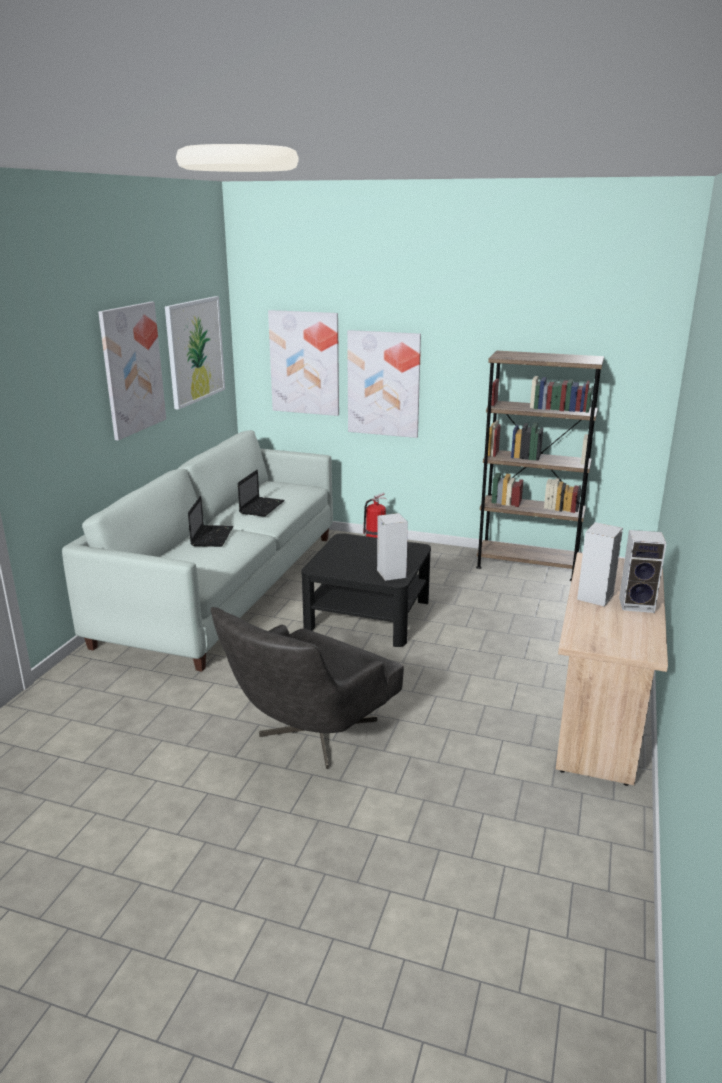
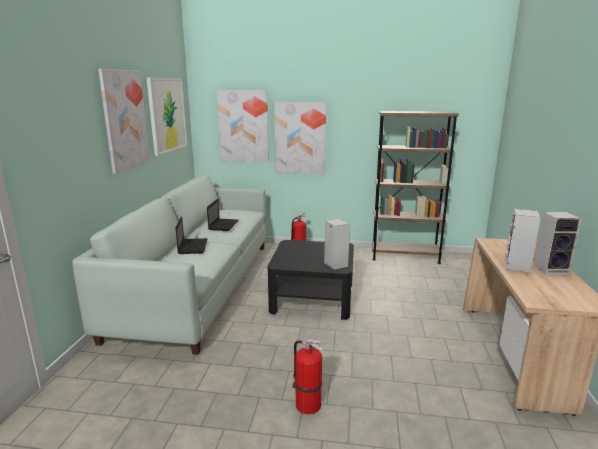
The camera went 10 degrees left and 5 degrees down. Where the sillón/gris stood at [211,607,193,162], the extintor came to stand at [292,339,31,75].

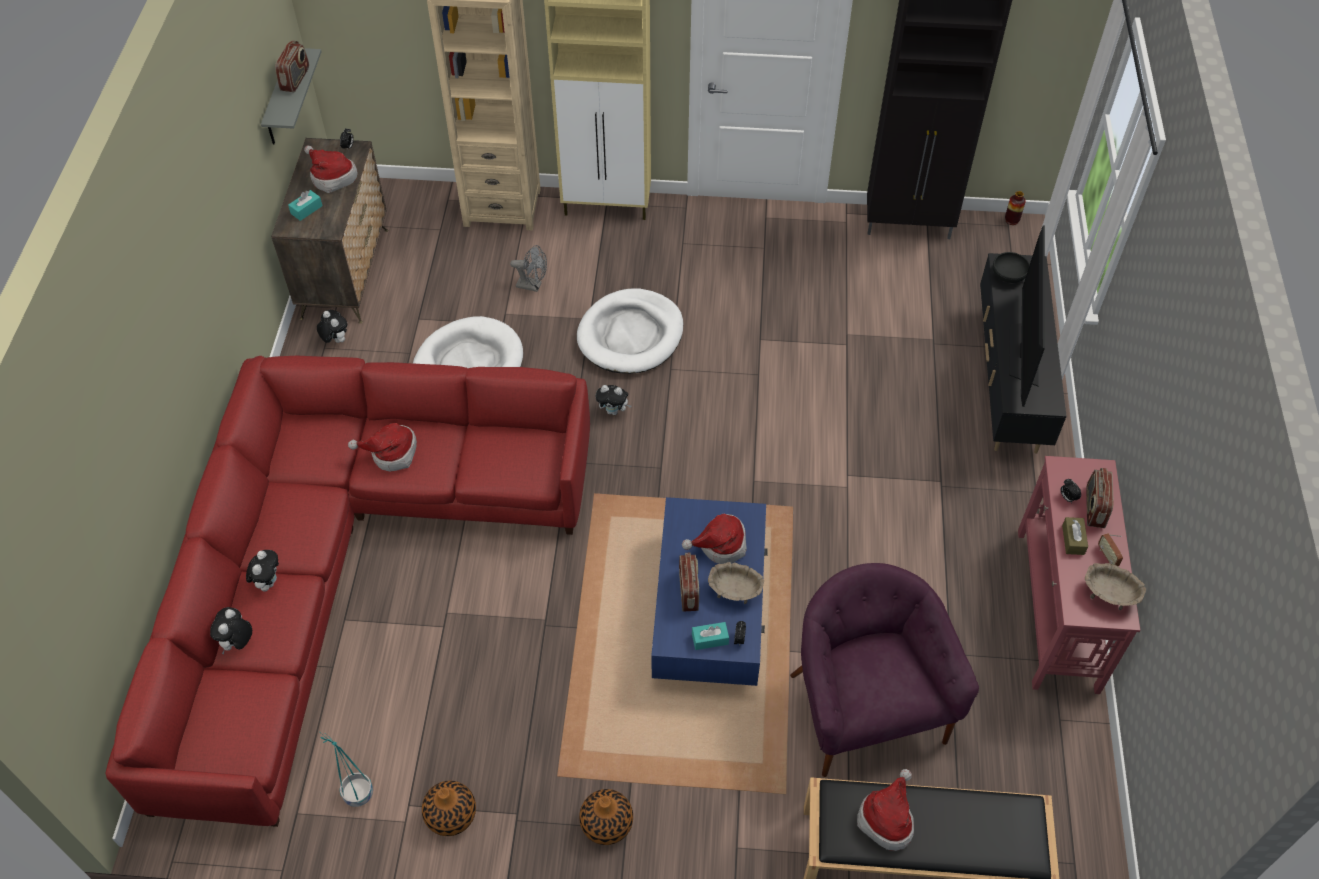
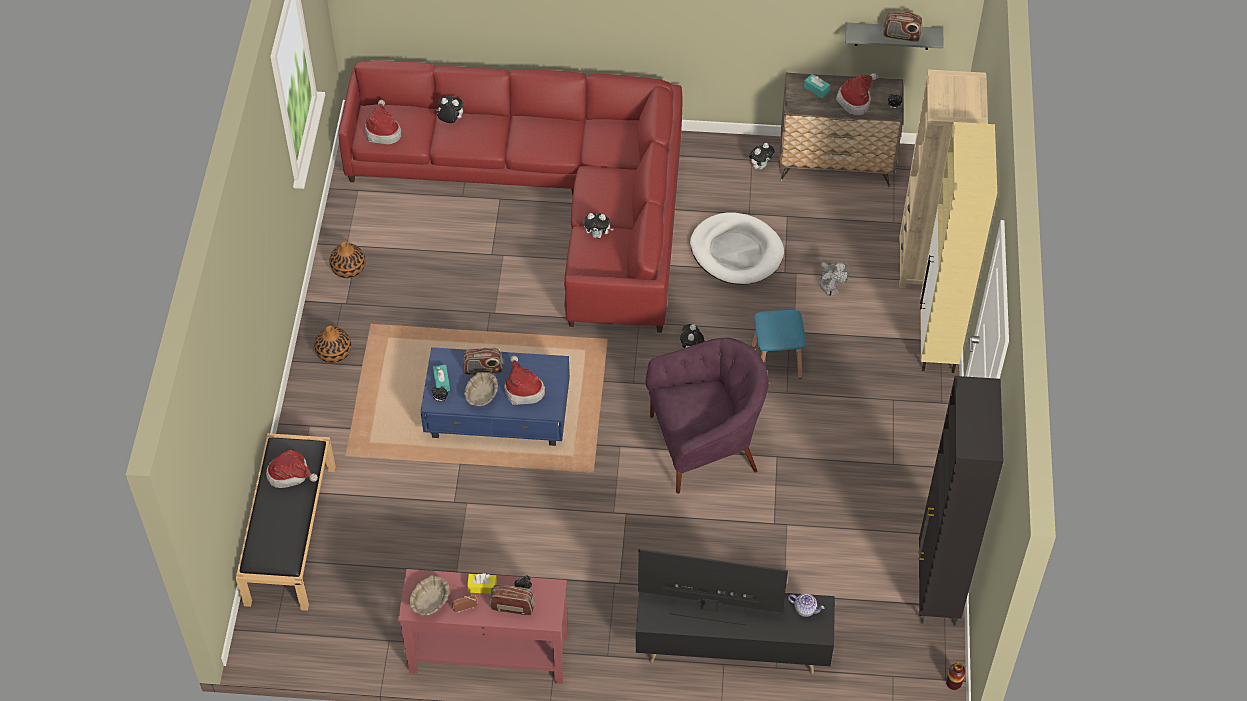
The camera went 90 degrees right and 0 degrees up. The sombrero ended up elsewhere, having gone from [348,423,69,48] to [365,100,36,44]. What was the caja de pañuelos/marrón at [1062,517,26,38] turned into the caja de pañuelos/amarillo at [467,573,30,21]. The peluche ended up elsewhere, having gone from [246,550,33,42] to [584,213,29,25]. The sillón/morado ended up elsewhere, having gone from [790,563,189,214] to [646,337,122,157]. Where the cama para perro/blanco stood at [577,288,107,86], the taburete/azul came to stand at [752,310,54,69]. Where the cuenco/negro stood at [993,252,37,31], the tetera came to stand at [788,593,36,24]. The ventilador/gris at [510,245,37,47] ended up facing another way, 45 degrees counterclockwise from before. The second view lost the maceta/turquesa at [320,732,53,75].

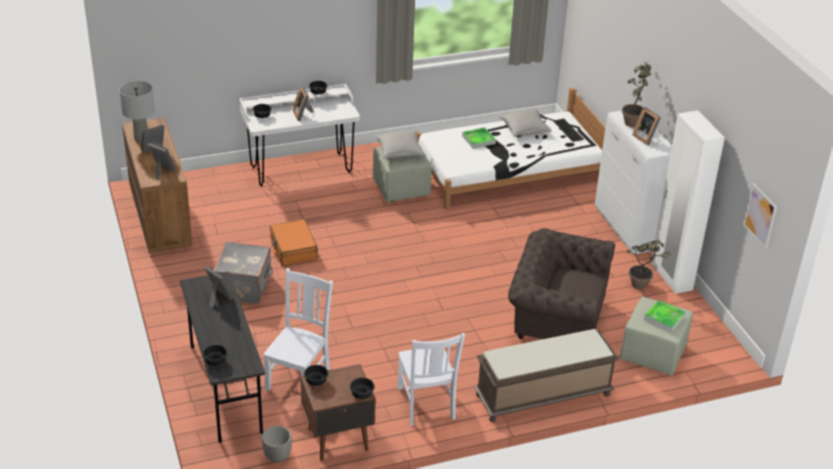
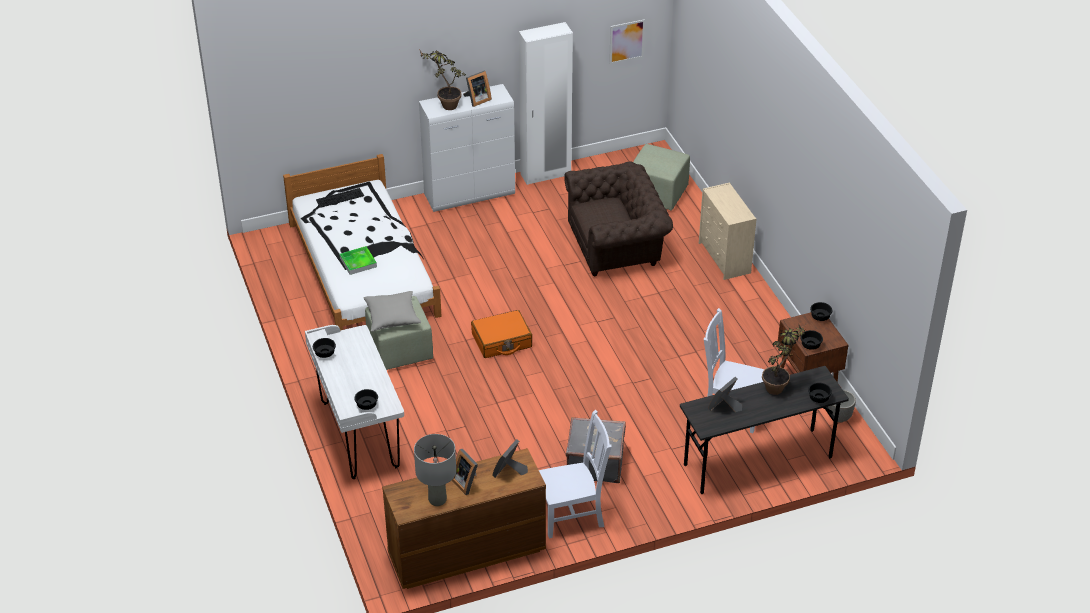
The camera went 90 degrees left and 5 degrees up. The maleta/naranja ended up elsewhere, having gone from [270,219,48,47] to [471,310,61,48]. The silla/blanco ended up elsewhere, having gone from [397,333,68,93] to [539,410,73,128]. The sillón/marrón at [508,228,107,111] ended up facing another way, 120 degrees counterclockwise from before. Where the banco/marrón stood at [474,329,145,93], the cómoda/beis came to stand at [699,182,58,98]. The planta en maceta ended up elsewhere, having gone from [627,241,44,48] to [762,323,44,72]. The second view lost the portarretratos at [293,86,20,35]. The second view lost the cojín/gris at [499,109,53,28]. The second view lost the bandeja at [644,300,42,32].

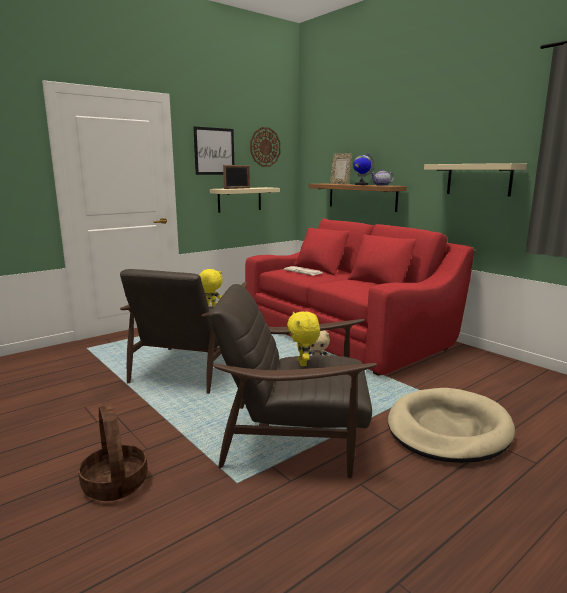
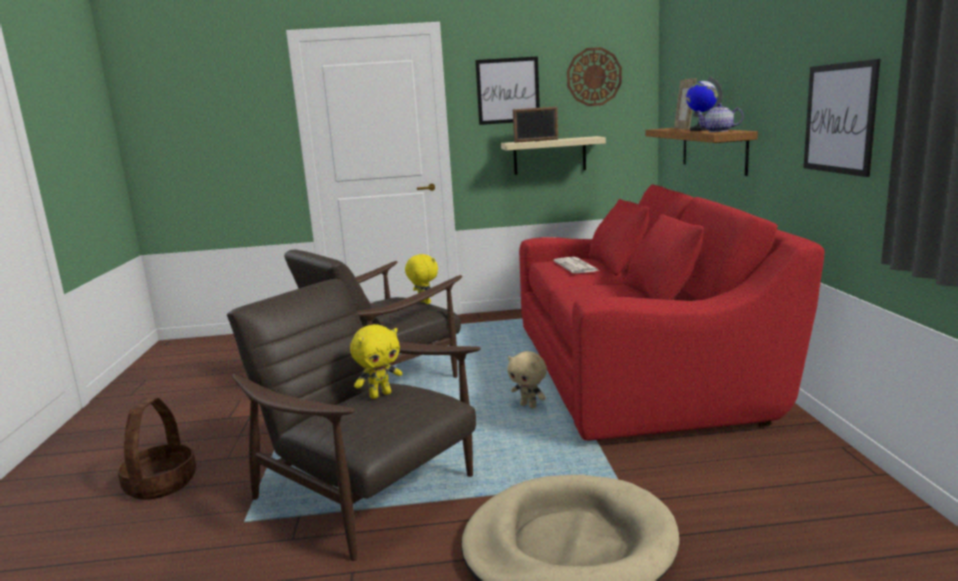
The camera went 35 degrees right and 0 degrees up. The peluche/amarillo at [287,311,33,55] ended up facing another way, 150 degrees counterclockwise from before. Where the estante/beis hung at [424,163,103,34], the cuadro came to hang at [804,59,76,118].

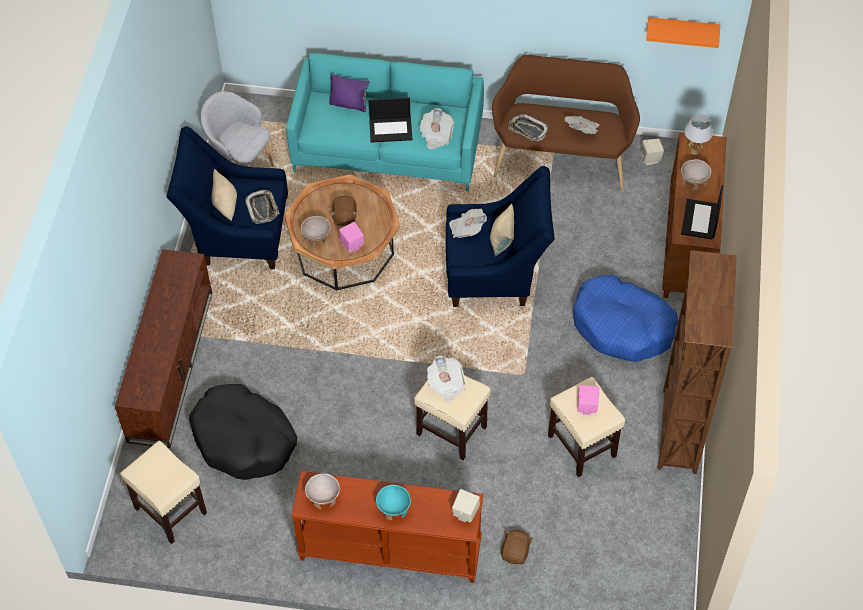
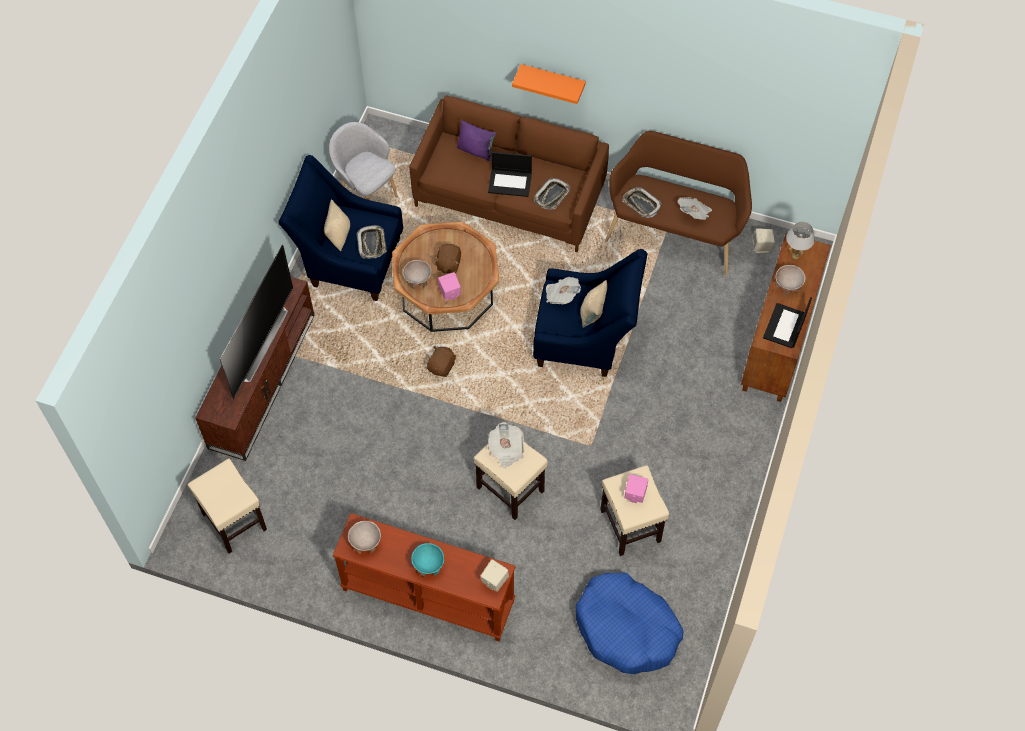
The camera went 10 degrees right and 5 degrees up. The second view gained the televisor at [220,245,73,154]. What was the sofá/turquesa at [286,53,198,138] turned into the sofá/marrón at [409,96,200,156]. The peluche/marrón ended up elsewhere, having gone from [501,530,32,34] to [427,346,29,31]. The estante/naranja ended up elsewhere, having gone from [646,17,74,31] to [512,64,74,40]. Where the periódico stood at [419,108,35,41], the bandeja came to stand at [534,178,36,31]. The cama para perro/azul ended up elsewhere, having gone from [573,275,105,87] to [576,573,107,101]. The second view lost the cama para perro/negro at [189,384,108,96]. The second view lost the estantería/marrón at [657,250,80,224].

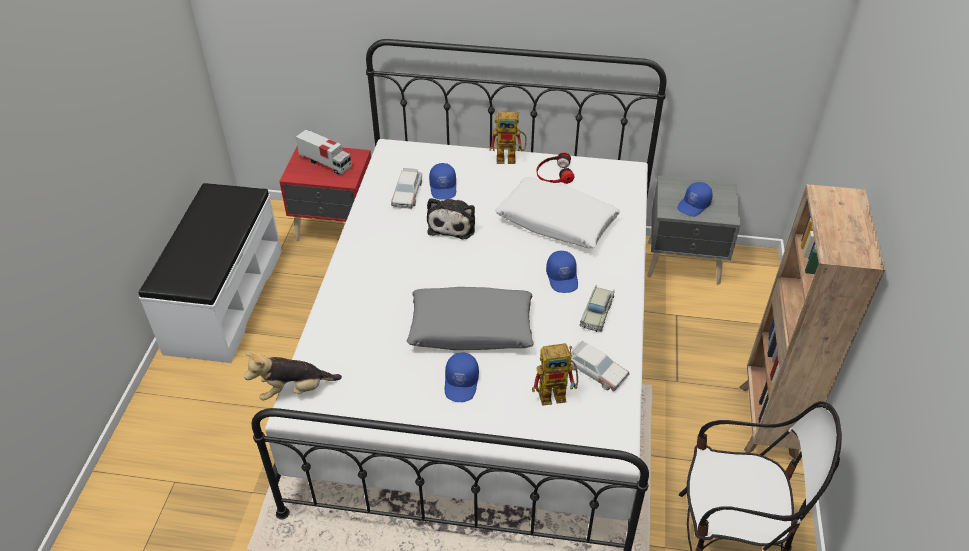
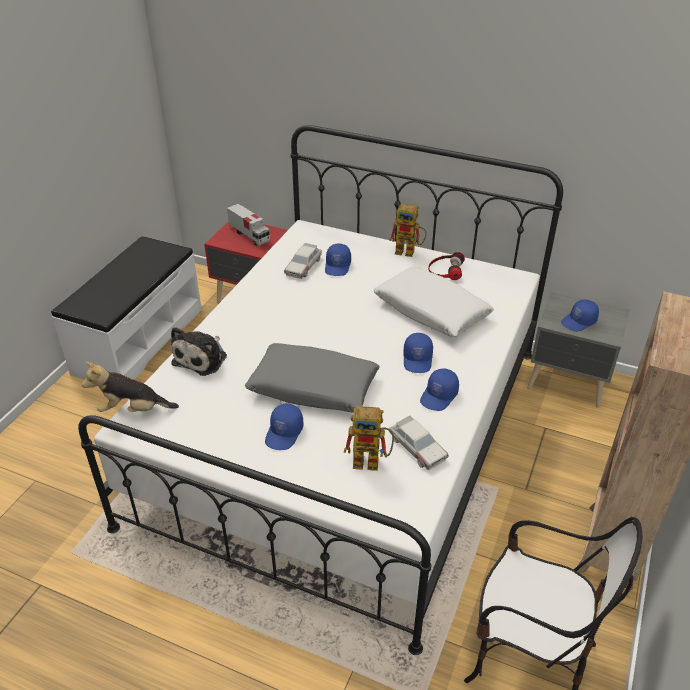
The camera went 15 degrees right and 5 degrees down. The peluche ended up elsewhere, having gone from [427,198,48,42] to [171,327,56,49]. Where the coche de juguete/beis stood at [580,285,35,47], the gorra/azul came to stand at [420,369,39,42].

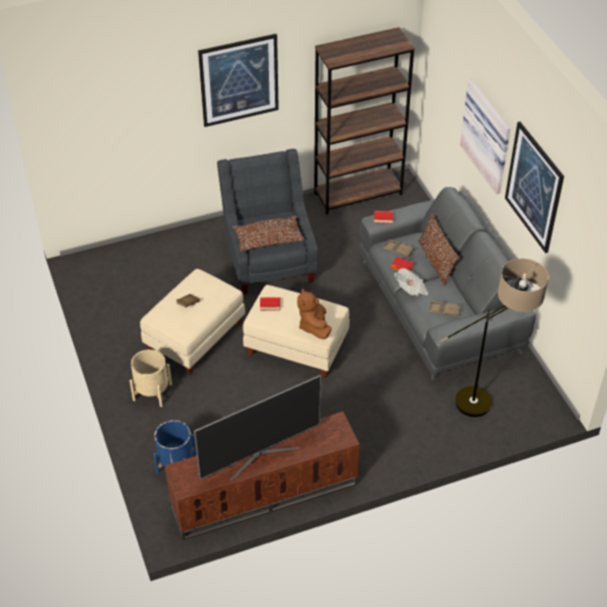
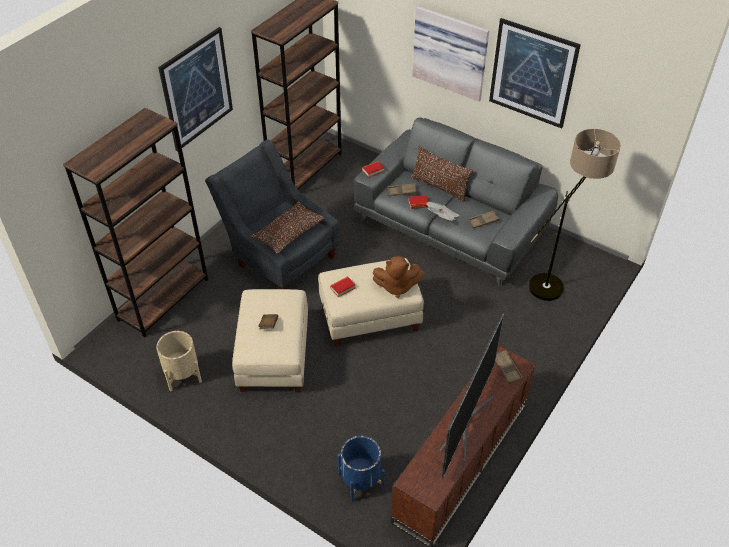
The camera went 35 degrees left and 0 degrees up. The second view gained the estantería/marrón at [63,108,145,230]. The maceta/beis ended up elsewhere, having gone from [130,349,42,58] to [156,331,46,60]. The peluche/marrón at [297,288,35,51] ended up facing another way, 45 degrees counterclockwise from before. The second view gained the bandeja/marrón at [495,350,28,34].

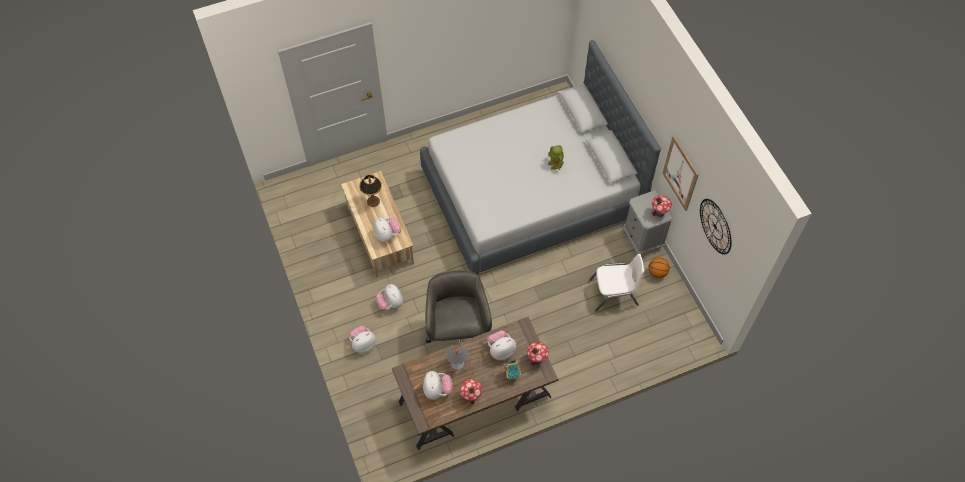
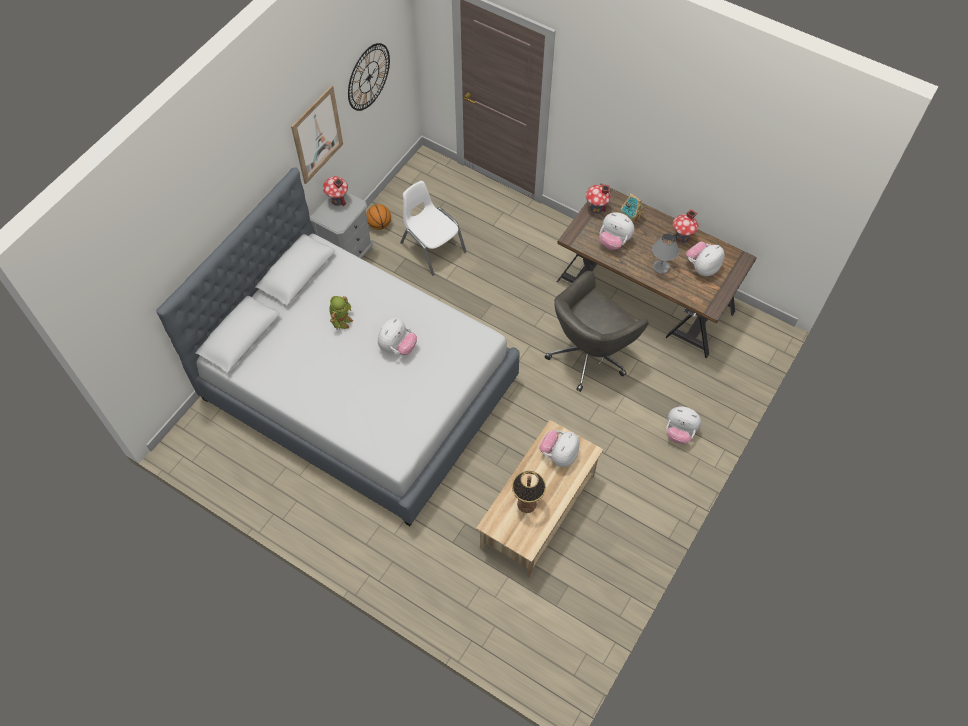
The camera went 125 degrees left and 0 degrees up. The peluche ended up elsewhere, having gone from [376,284,27,26] to [378,318,39,37].

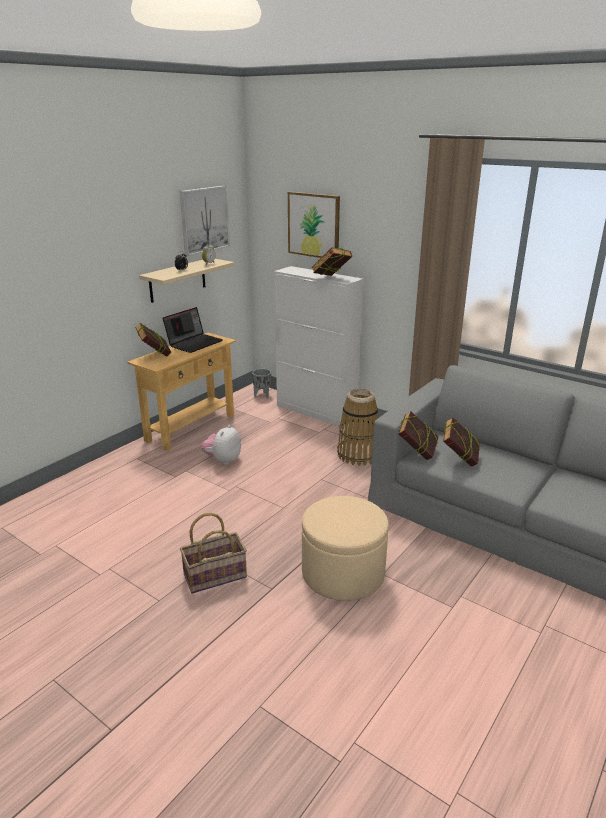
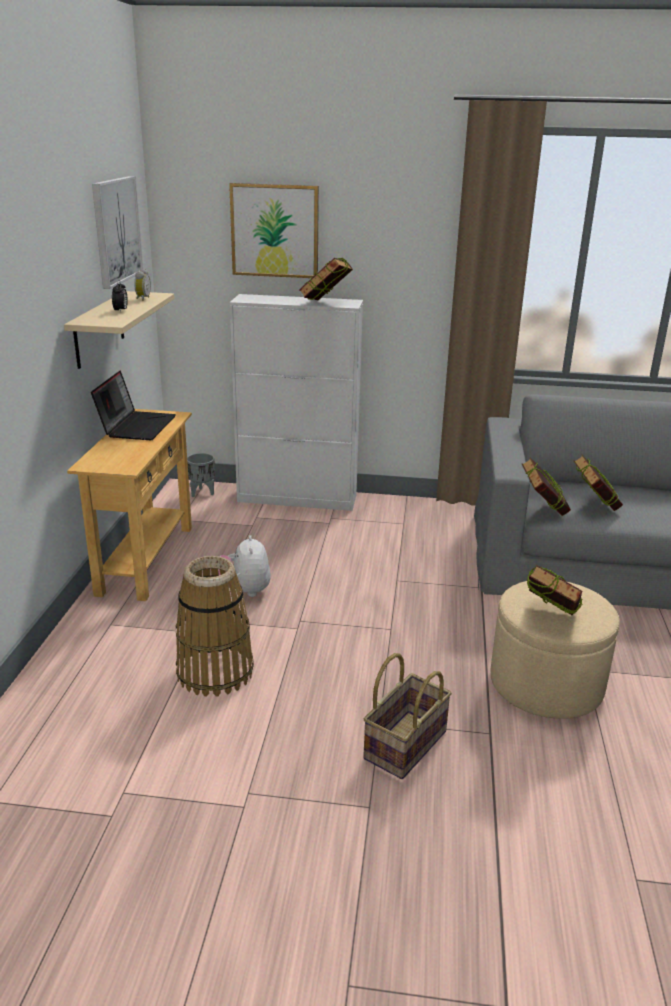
The camera went 30 degrees left and 0 degrees up. The cesta ended up elsewhere, having gone from [337,388,41,78] to [176,556,78,141]. The libro ended up elsewhere, having gone from [135,322,36,35] to [527,565,56,50].

